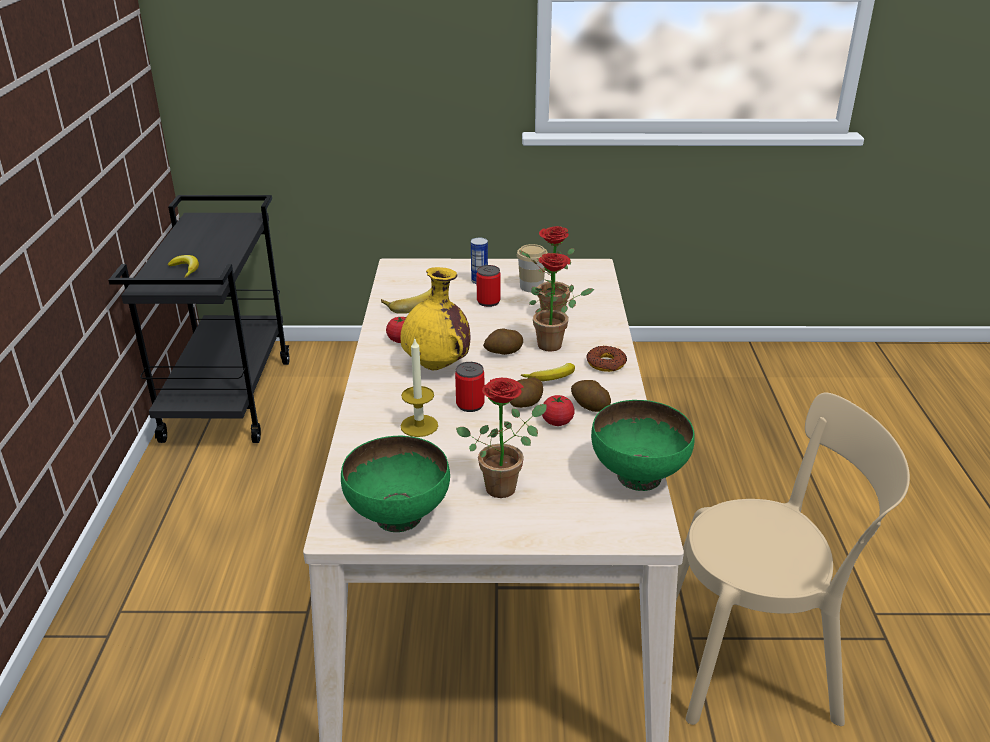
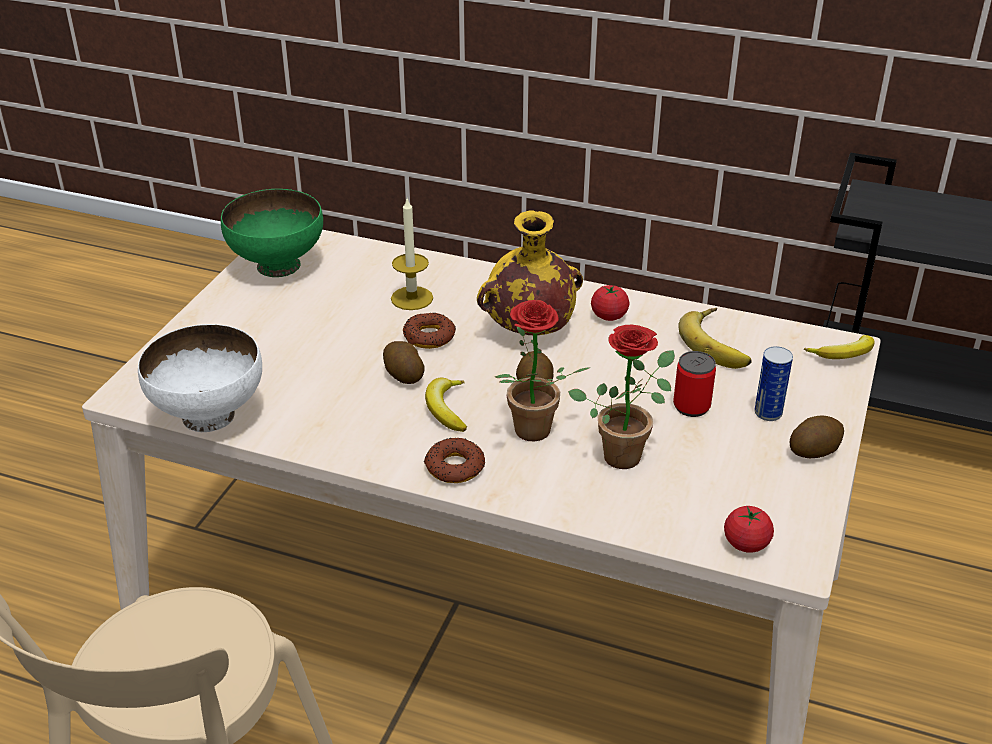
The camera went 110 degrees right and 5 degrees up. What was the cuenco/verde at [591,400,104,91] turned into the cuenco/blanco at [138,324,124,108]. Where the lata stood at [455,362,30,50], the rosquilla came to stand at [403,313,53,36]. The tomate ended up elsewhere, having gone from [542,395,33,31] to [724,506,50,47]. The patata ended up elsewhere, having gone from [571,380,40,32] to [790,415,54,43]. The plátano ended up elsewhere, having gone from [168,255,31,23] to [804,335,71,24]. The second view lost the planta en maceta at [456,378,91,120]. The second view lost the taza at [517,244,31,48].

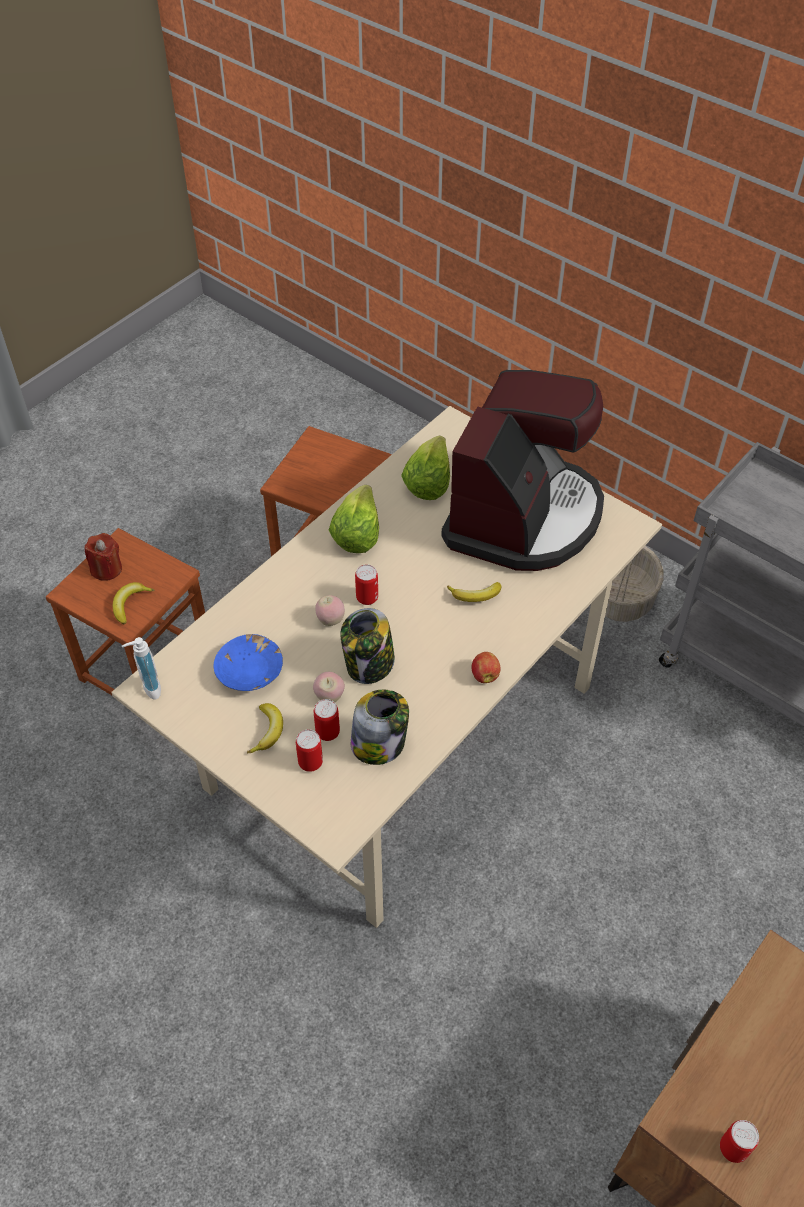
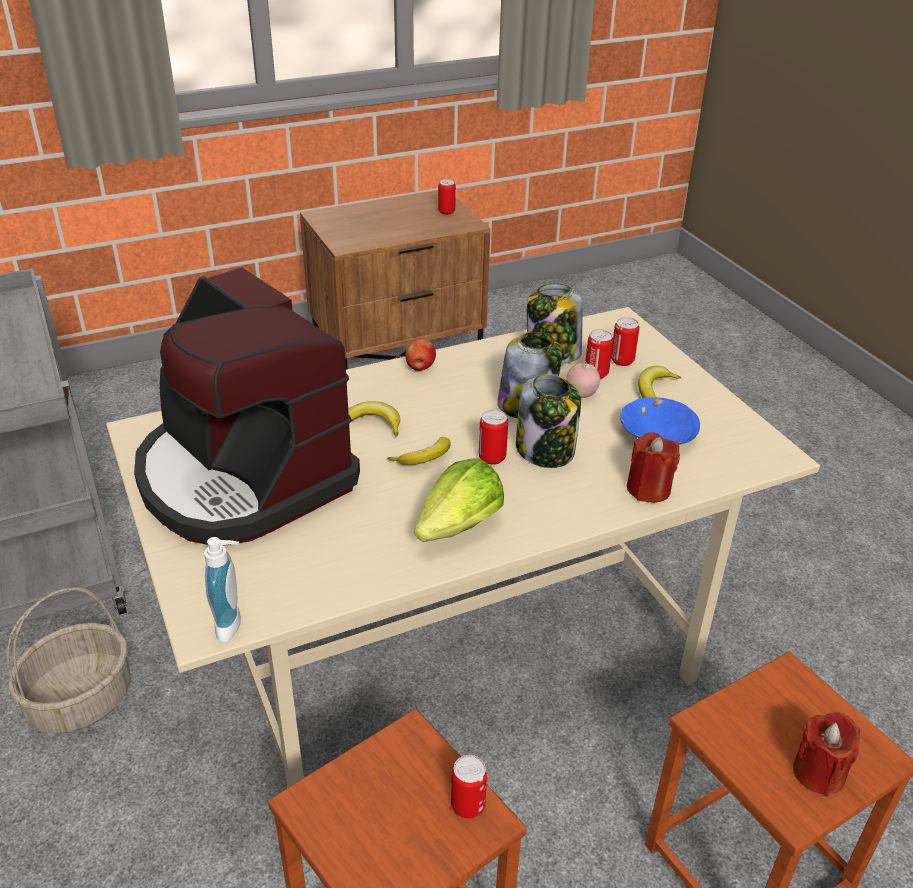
The camera went 155 degrees left and 15 degrees down. The cafetera at [441,370,163,201] ended up facing another way, 90 degrees counterclockwise from before. The dispensador de jabón ended up elsewhere, having gone from [122,637,39,63] to [204,537,37,106]. The plátano ended up elsewhere, having gone from [113,582,42,42] to [387,437,63,28]. The second view gained the lata at [451,755,36,63]. Where the manzana stood at [315,595,30,31], the tarro came to stand at [516,374,65,94]. The second view gained the vela/rojo at [627,432,53,71]. The second view lost the lechuga at [401,436,49,64].

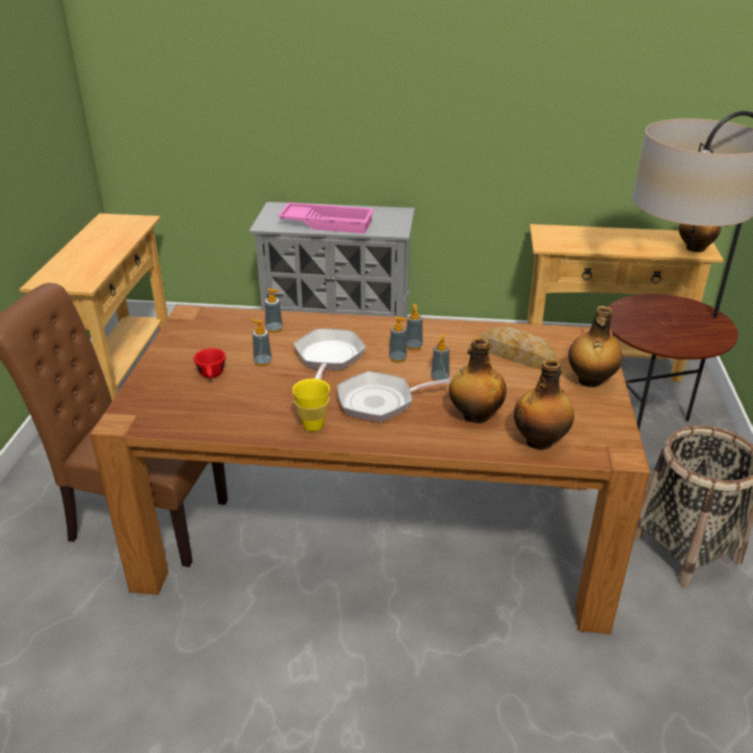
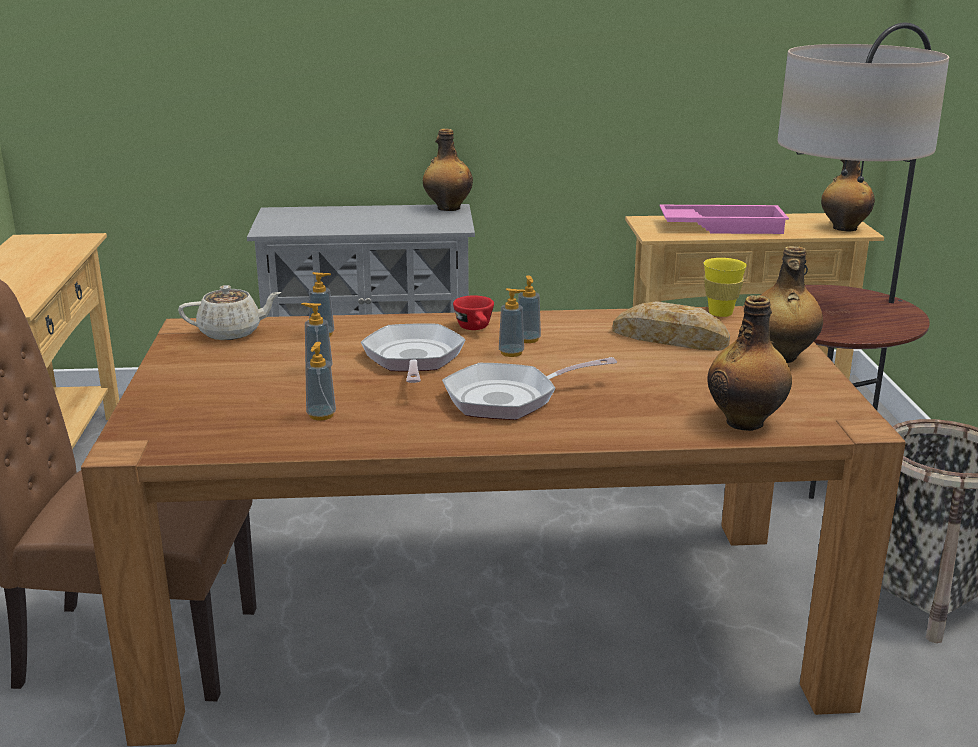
The camera went 10 degrees left and 10 degrees down. The second view gained the tetera/beis at [178,285,104,55]. The dispensador de jabón ended up elsewhere, having gone from [431,334,19,47] to [305,342,31,78]. The botella ended up elsewhere, having gone from [449,337,58,86] to [423,129,50,82]. The taza/rojo ended up elsewhere, having gone from [194,348,32,30] to [453,295,41,35]. The bandeja/rosa ended up elsewhere, having gone from [278,202,96,32] to [660,205,129,29]. The taza/amarillo ended up elsewhere, having gone from [292,378,38,54] to [703,258,44,59].

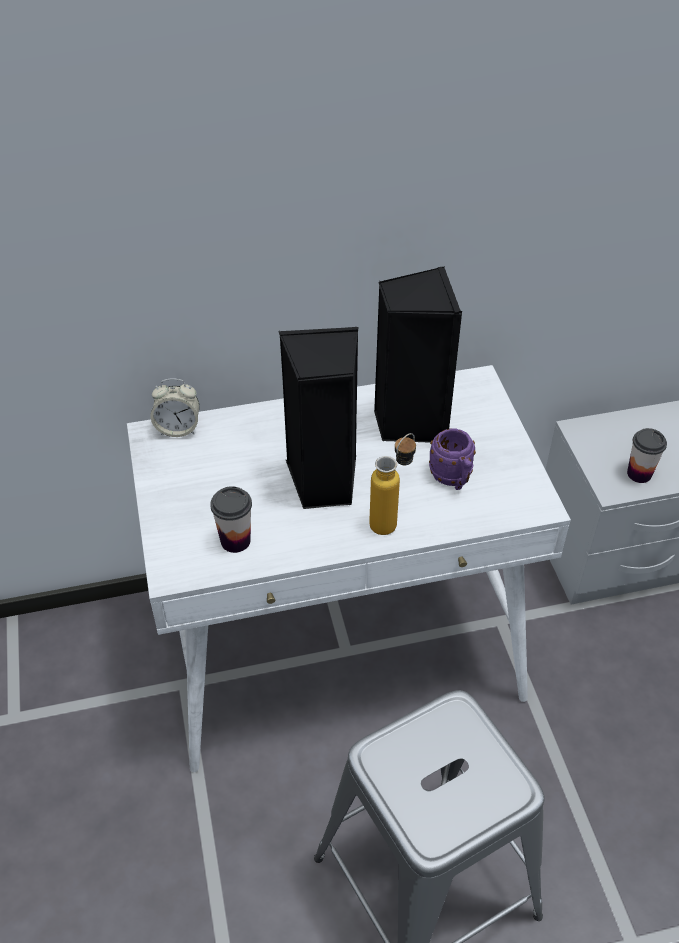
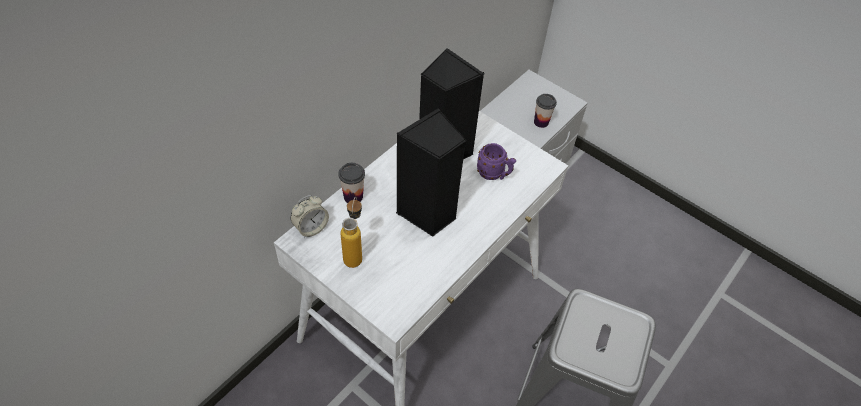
The camera went 40 degrees left and 5 degrees up. The taza ended up elsewhere, having gone from [210,487,42,66] to [338,163,27,40]. The botella ended up elsewhere, having gone from [369,433,47,102] to [340,197,22,71].

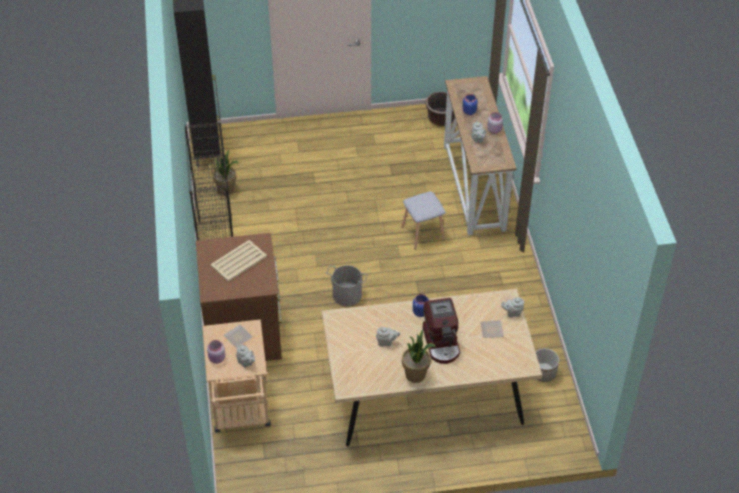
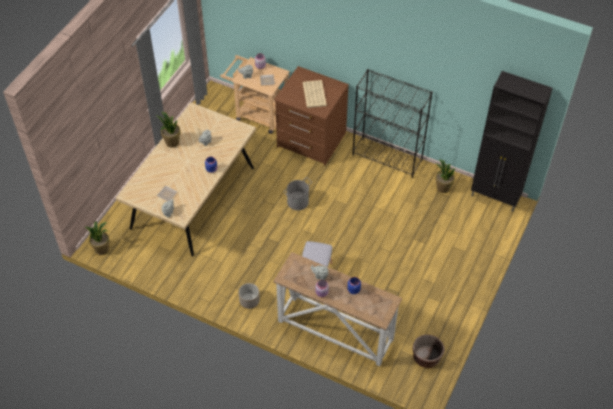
The camera went 125 degrees right and 5 degrees up. The second view gained the planta en maceta at [85,221,25,34]. The maceta ended up elsewhere, having gone from [535,348,24,34] to [239,283,21,26]. The second view lost the cafetera at [423,298,37,66].

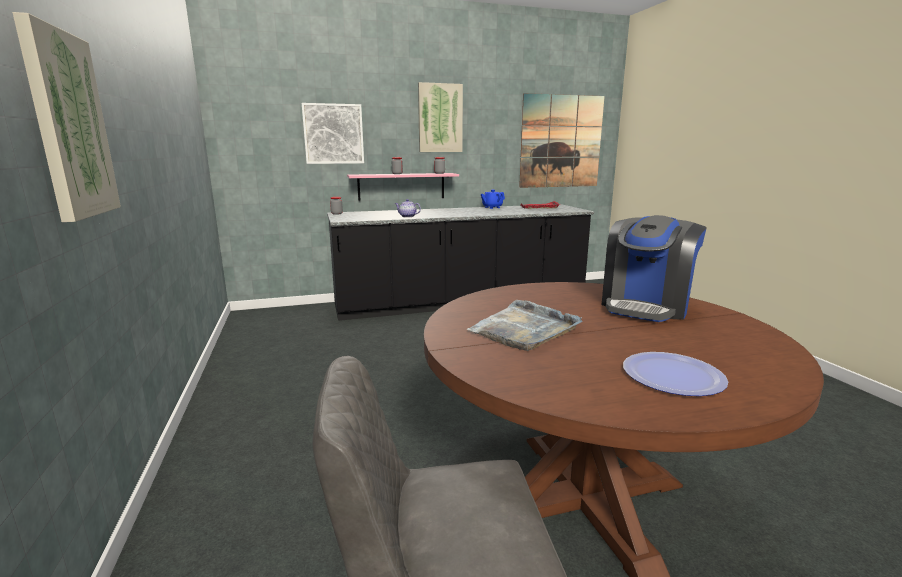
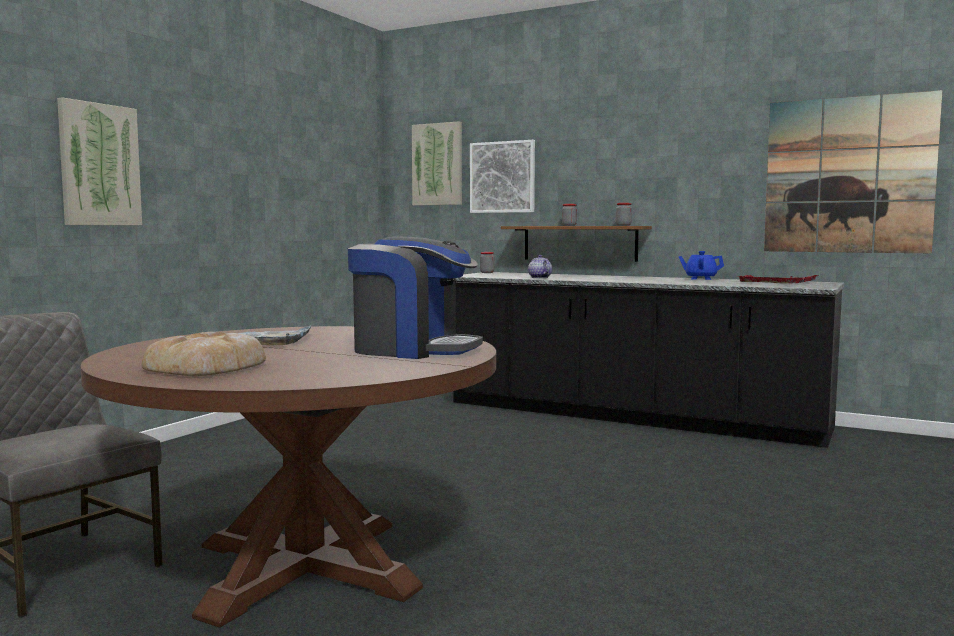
The camera went 45 degrees right and 10 degrees down. Where the plato stood at [623,352,105,44], the pan came to stand at [141,332,125,44]. The cafetera at [602,215,105,107] ended up facing another way, 150 degrees counterclockwise from before. The cuadro ended up elsewhere, having gone from [418,82,45,70] to [412,121,50,85]. What was the estante/rosa at [347,173,112,28] turned into the estante/marrón at [501,226,151,36].

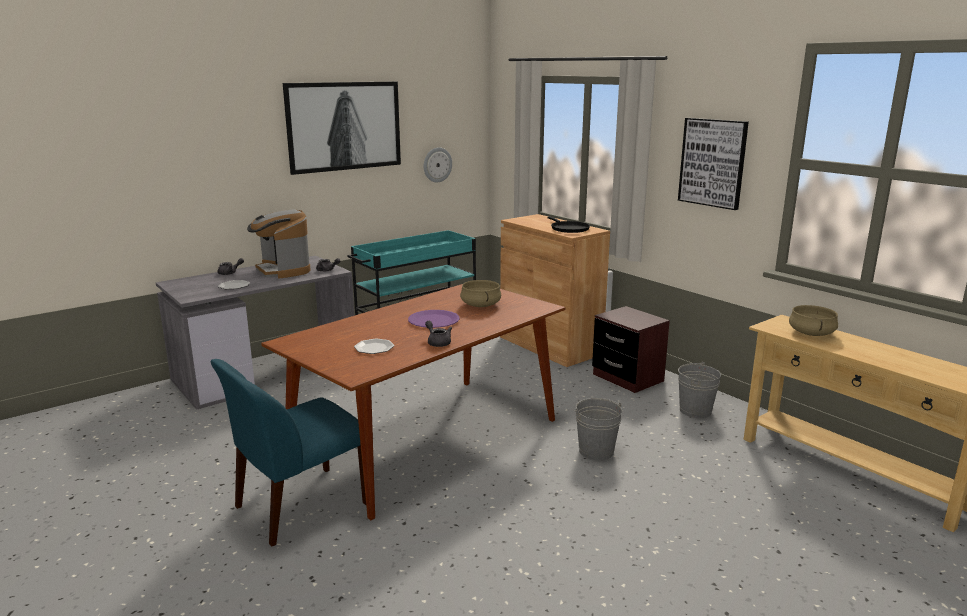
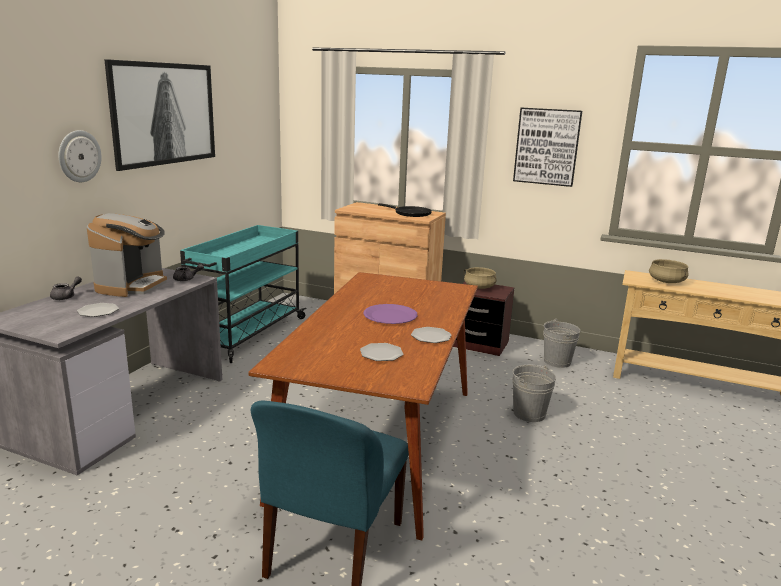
The camera went 30 degrees left and 0 degrees up. The reloj de pared ended up elsewhere, having gone from [424,147,28,36] to [59,130,43,52]. The cafetera at [247,210,63,68] ended up facing another way, 105 degrees counterclockwise from before. Where the tetera/gris stood at [425,321,27,26], the plato came to stand at [411,327,41,16]. The olla/beis ended up elsewhere, having gone from [460,280,41,27] to [463,267,34,22].

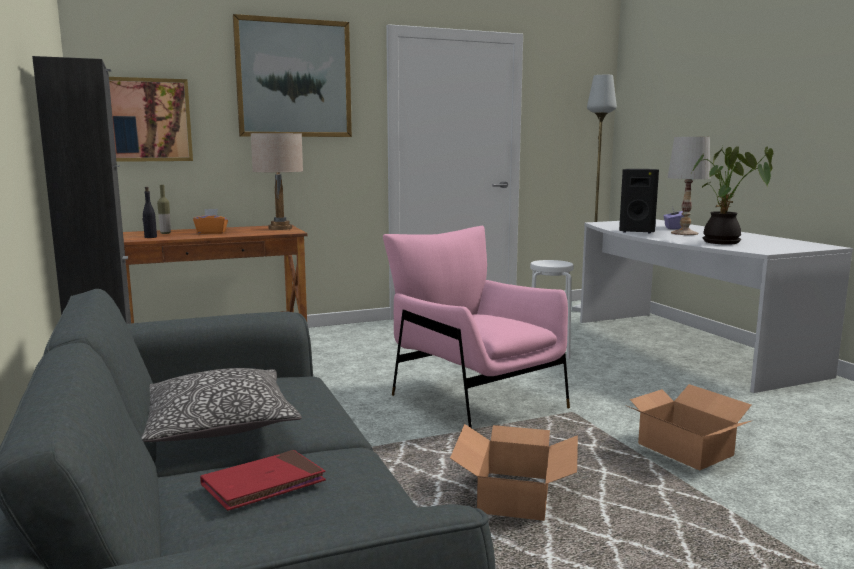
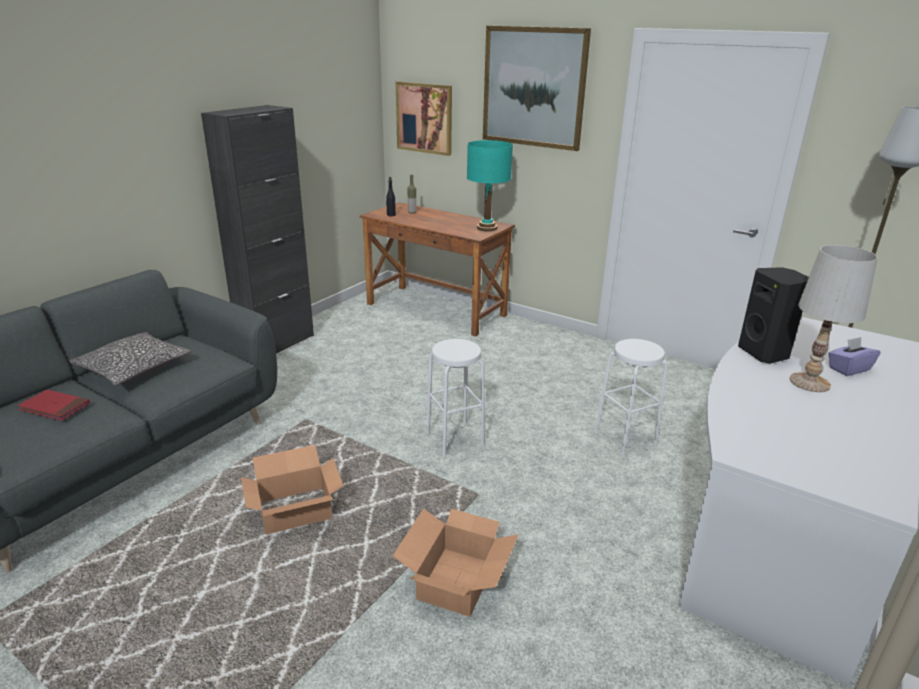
The camera went 55 degrees right and 15 degrees up. Where the sillón/rosa stood at [383,226,187,202], the taburete/blanco came to stand at [426,339,59,117]. What was the lámpara de mesa/beis at [251,133,52,97] turned into the lámpara de mesa/turquesa at [467,140,46,92]. The second view lost the caja de pañuelos/naranja at [193,209,35,25]. The second view lost the planta en maceta at [692,145,81,100].

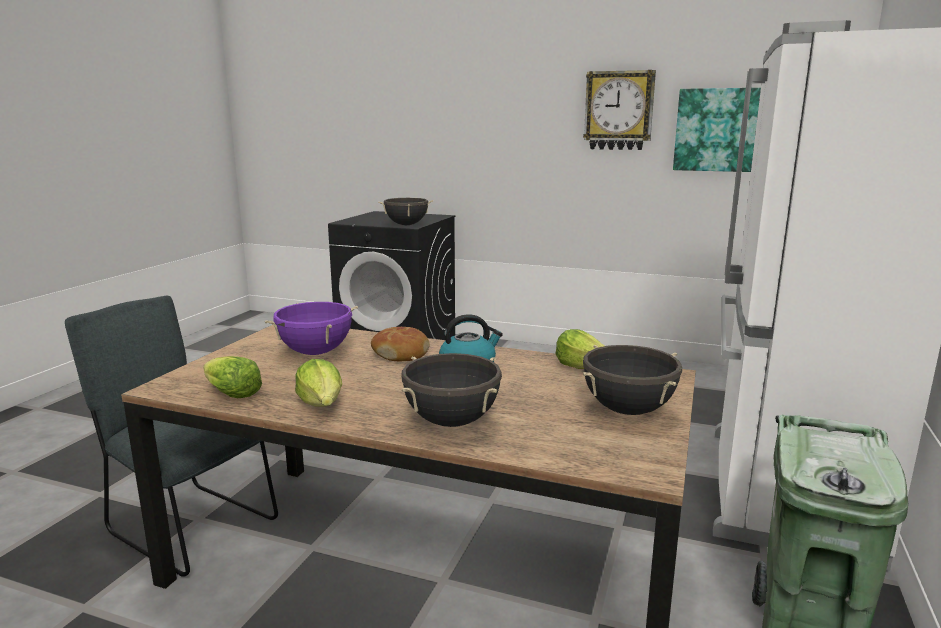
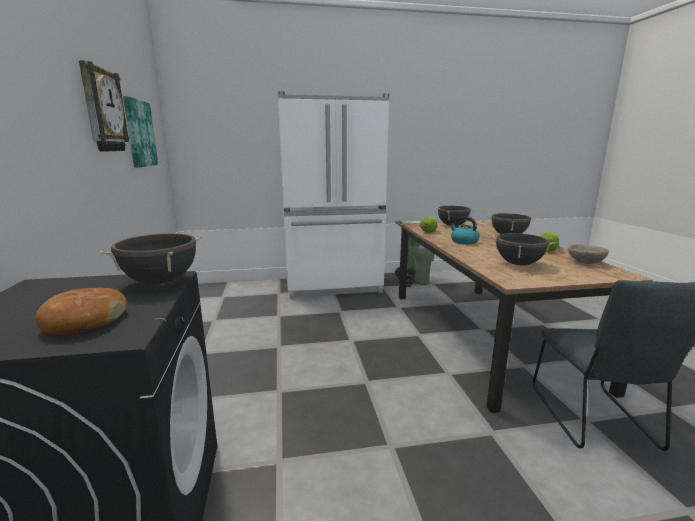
The camera went 120 degrees left and 0 degrees up. The pan ended up elsewhere, having gone from [371,327,58,34] to [35,288,92,47]. What was the olla/morado at [265,302,93,53] turned into the olla/negro at [491,233,65,32]. Where the lechuga stood at [203,356,59,42], the cuenco/beis came to stand at [568,244,41,20].

